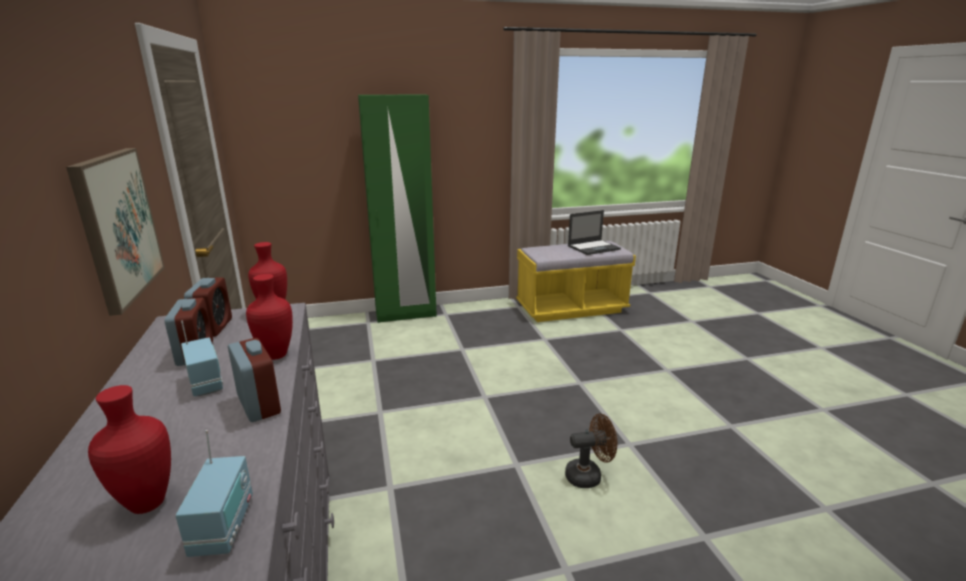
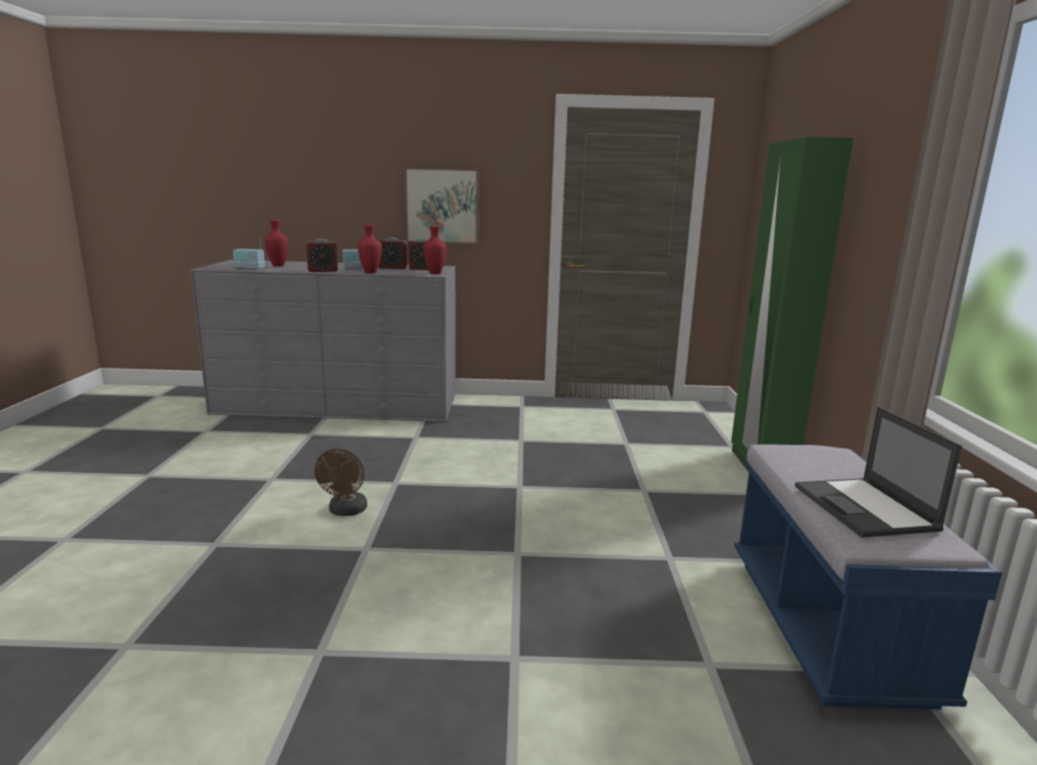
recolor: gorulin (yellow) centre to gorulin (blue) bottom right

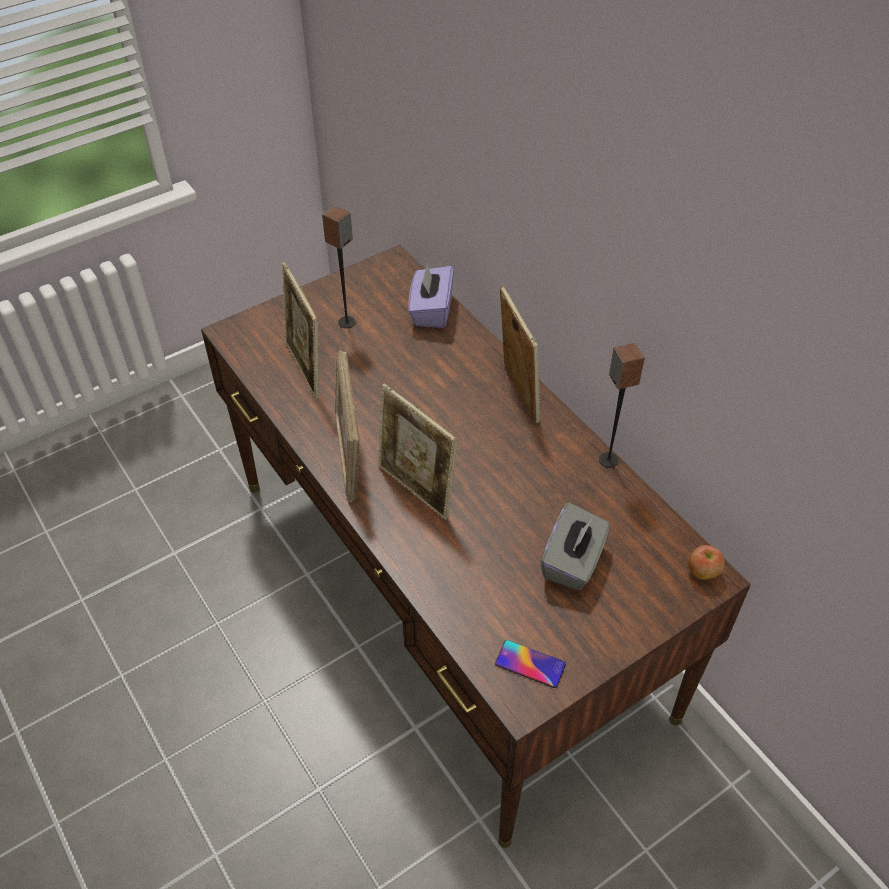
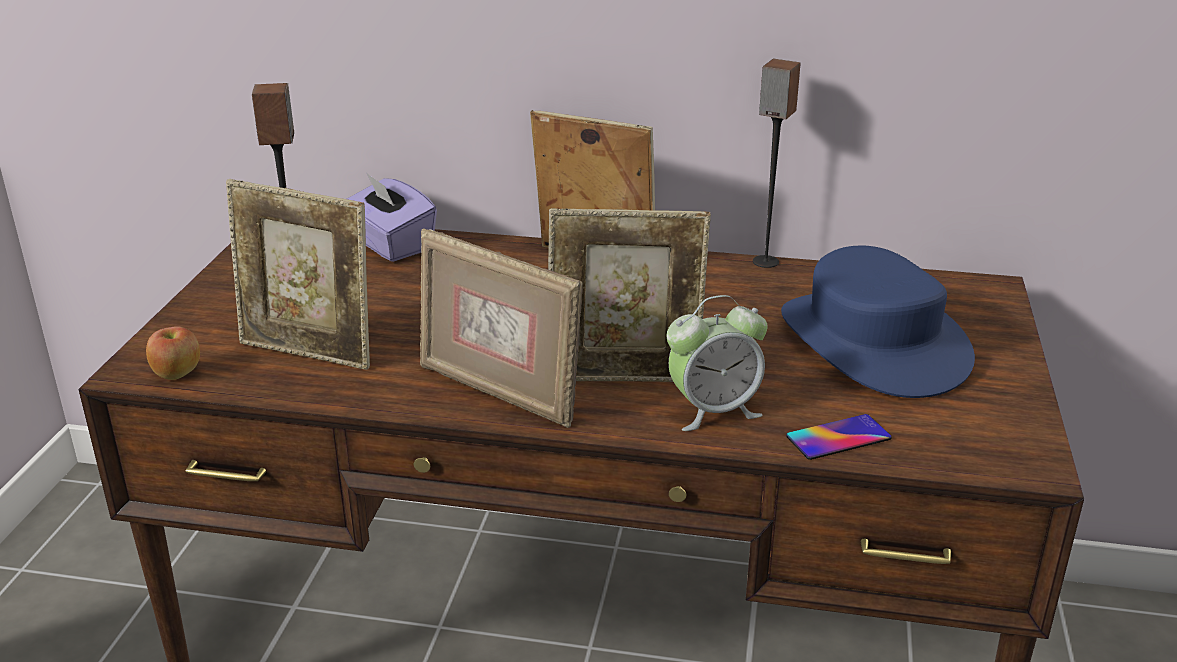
insert: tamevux centre
move: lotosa middle right to middle left; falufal bottom centre to middle right
replace: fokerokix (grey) centre to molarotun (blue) middle right

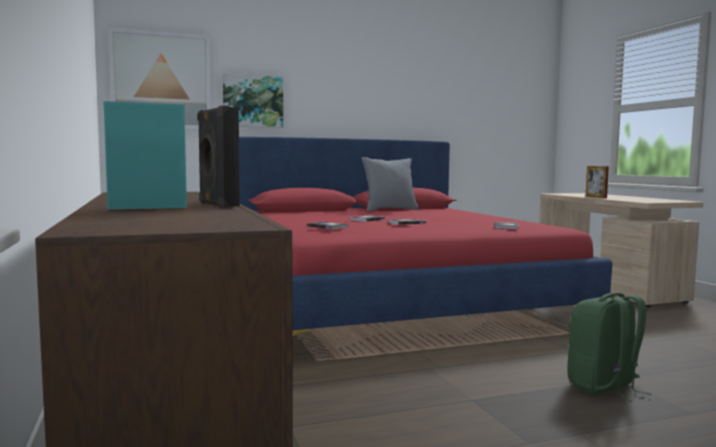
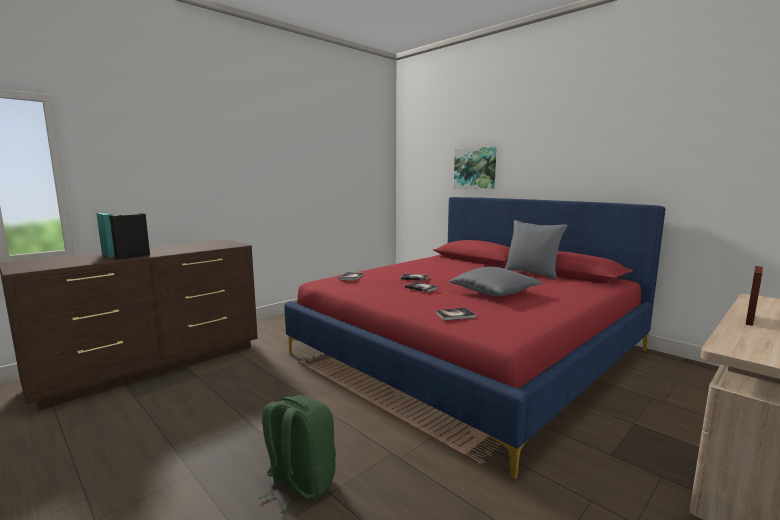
delete: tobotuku (1st from left) top left
insert: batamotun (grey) (1st from left) centre

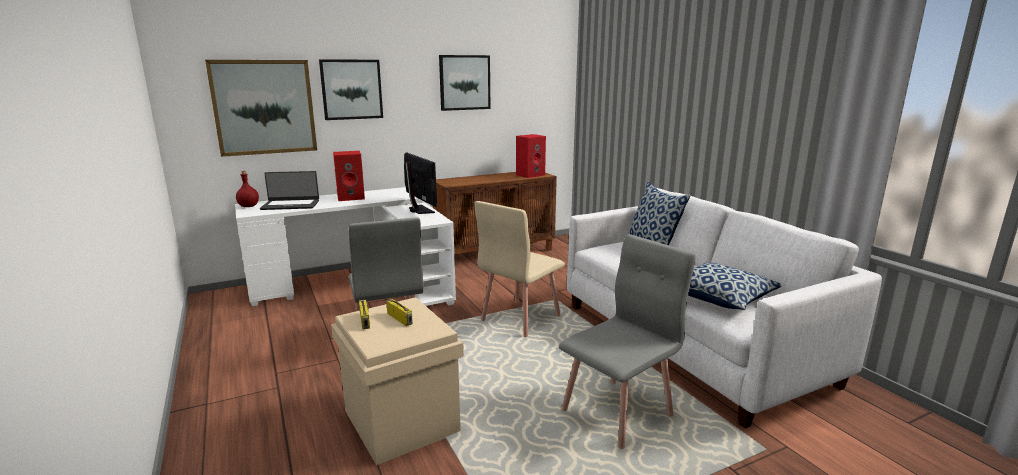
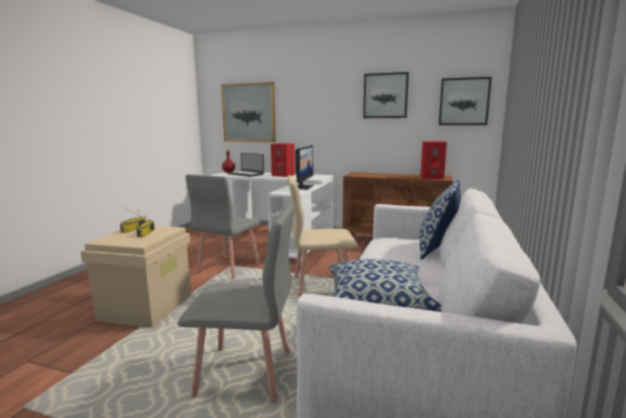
move: tobotuku (2nd from left in the first image) top centre to tobotuku (3rd from left) top right

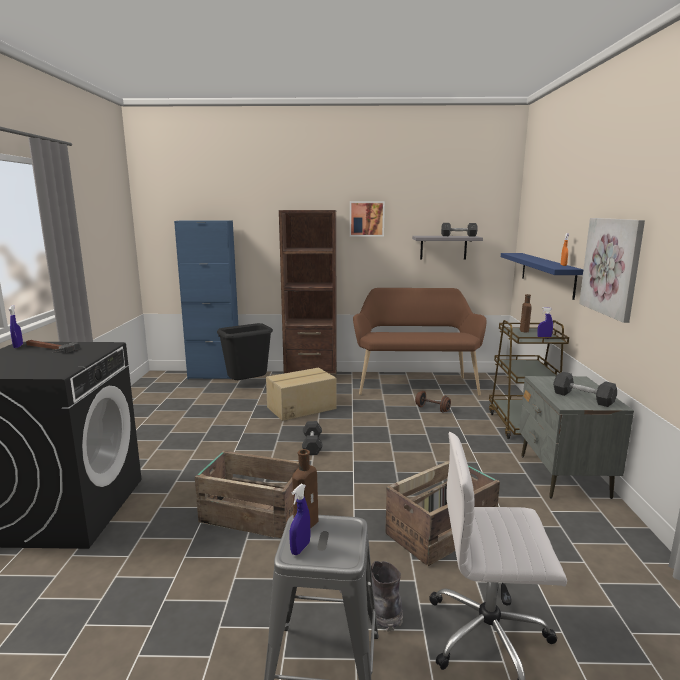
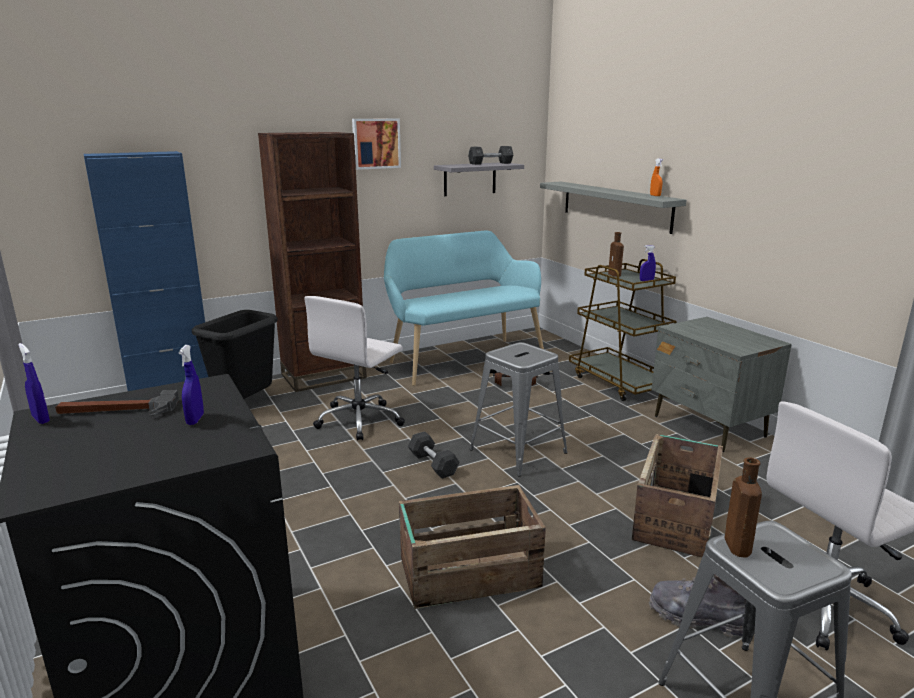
delete: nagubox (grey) (3rd from left) middle right; tobotuku (2nd from left) middle right
insert: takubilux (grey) (1st from left) centre
move: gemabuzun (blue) (2nd from left) bottom centre to middle left
replace: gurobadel centre to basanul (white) (1st from left) centre
recolor: gorulin (brown) centre to gorulin (turquoise) centre; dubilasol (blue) middle right to dubilasol (grey) (2nd from left) top right

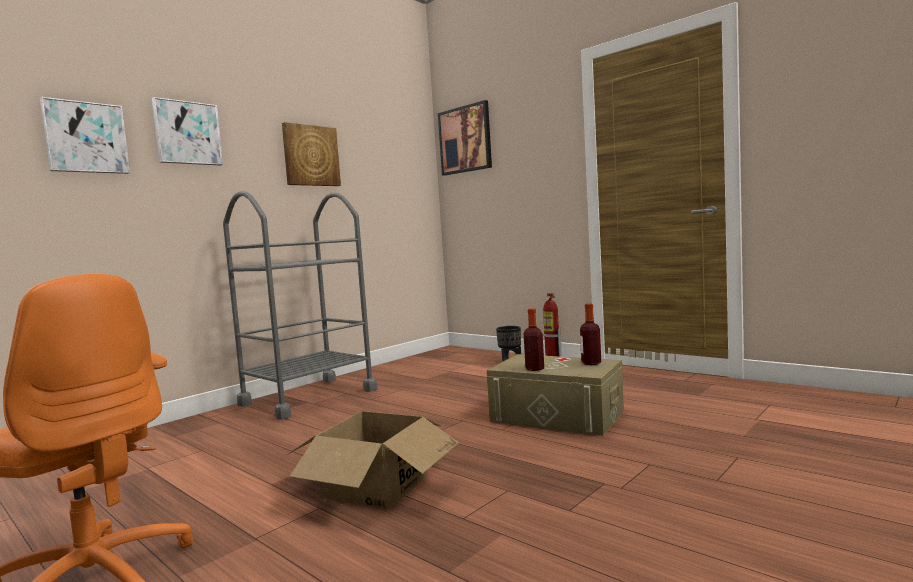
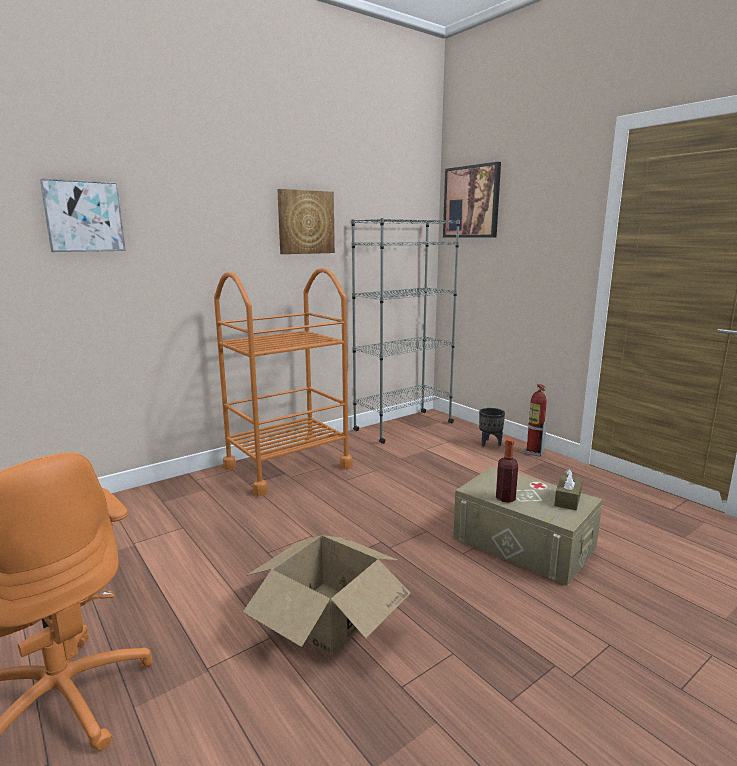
delete: tobotuku (2nd from left) top left
insert: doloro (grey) centre
replace: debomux (2nd from left) centre to fokerokix (brown) middle right
recolor: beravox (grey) middle left to beravox (orange) centre

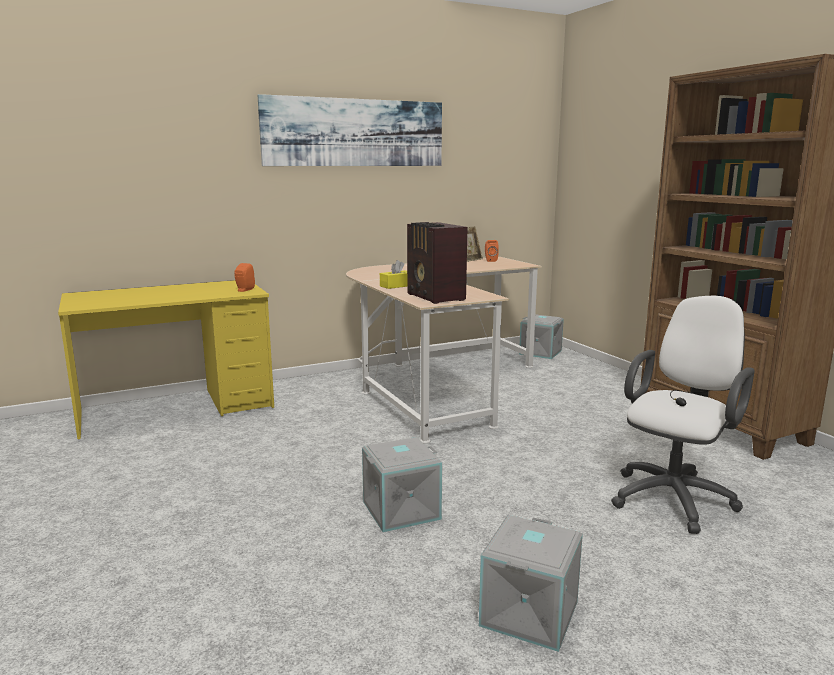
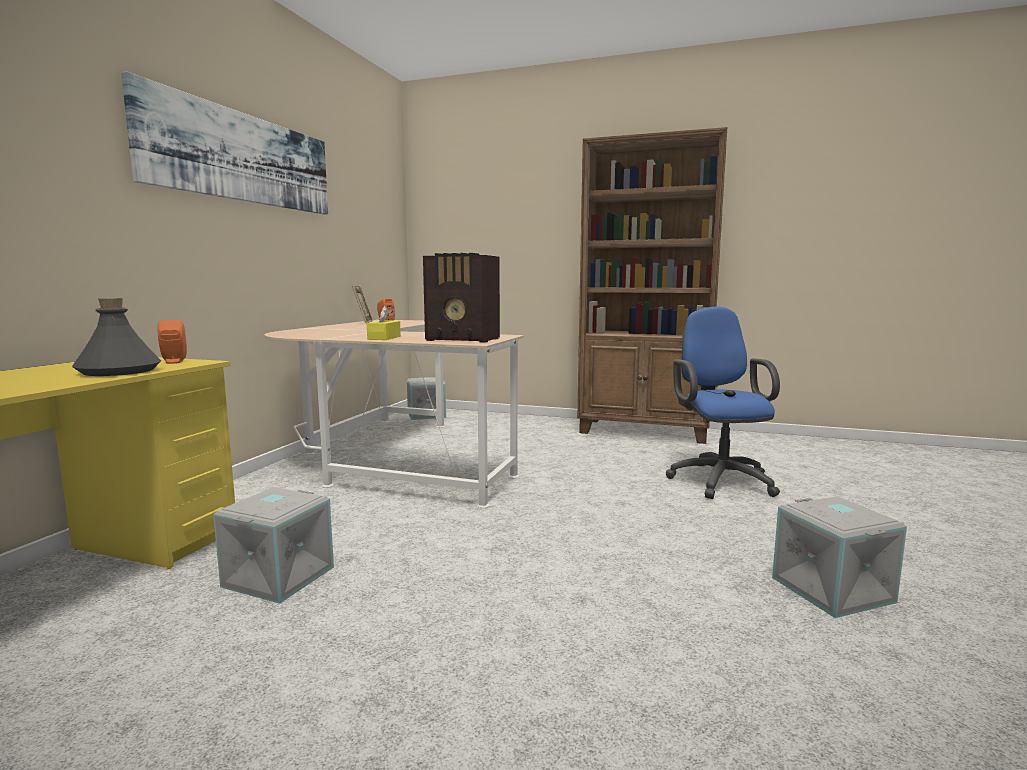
insert: debomux (grey) middle left
move: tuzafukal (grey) (1st from left) bottom centre to bottom left
recolor: basanul (white) middle right to basanul (blue) middle right

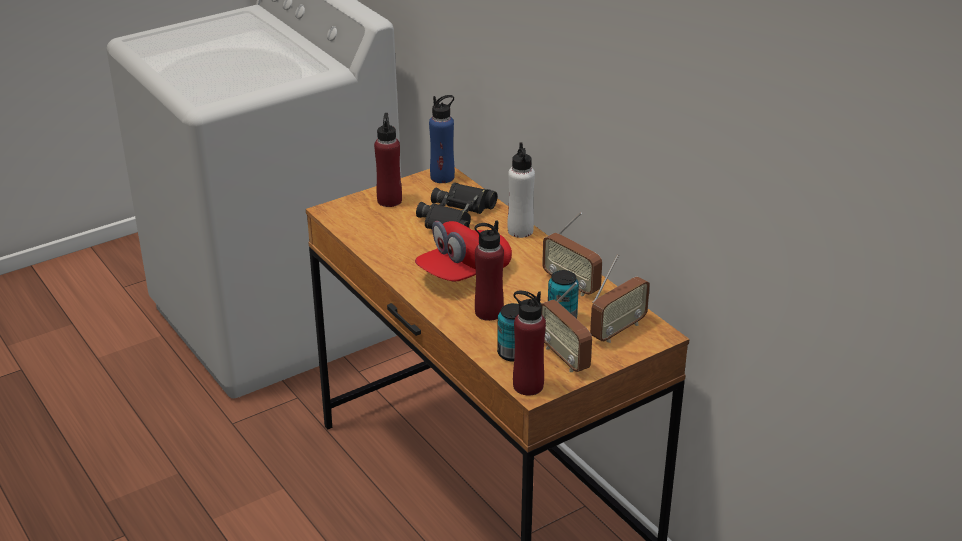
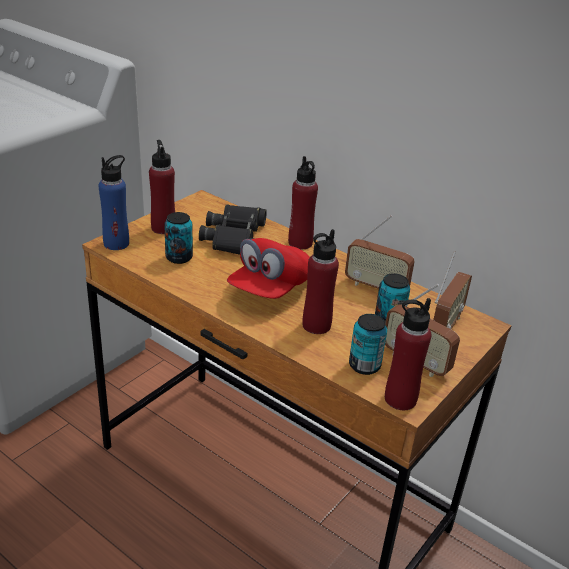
insert: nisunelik (1st from left) middle left
move: debomux (blue) top centre to middle left
recolor: debomux (white) centre to debomux (red) (2nd from left) centre

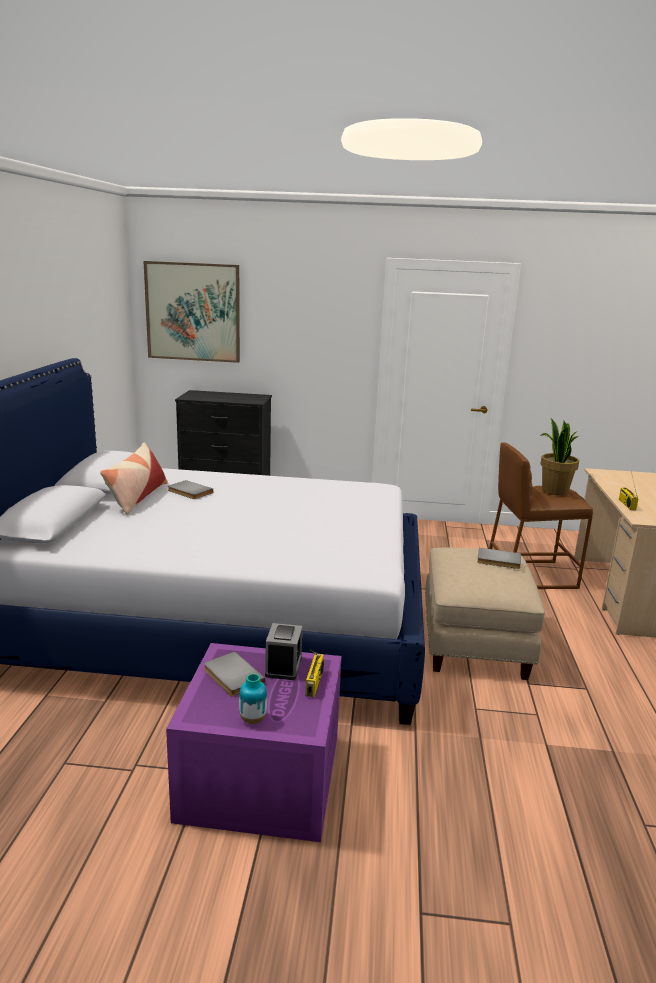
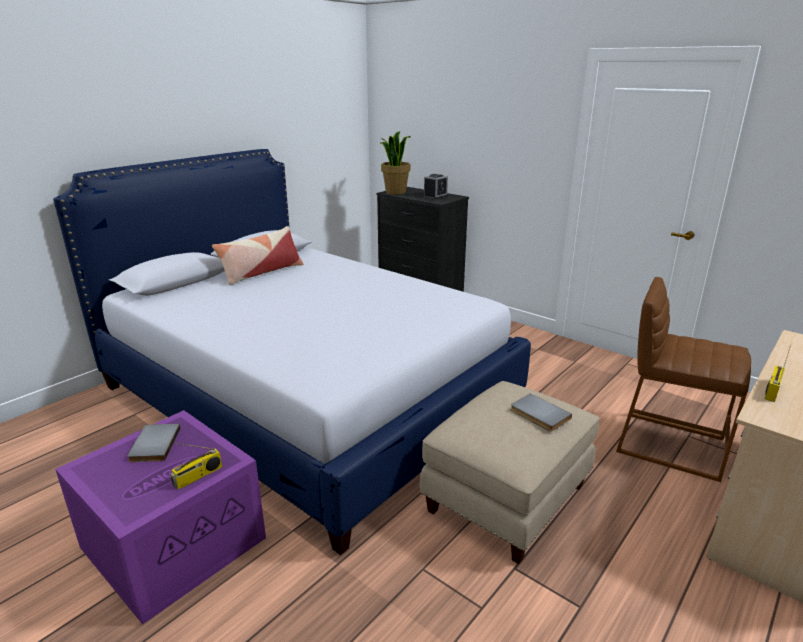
delete: tobotuku top left; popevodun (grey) (1st from left) middle left; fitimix bottom centre
move: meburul middle right to top centre; tamevux centre to top centre

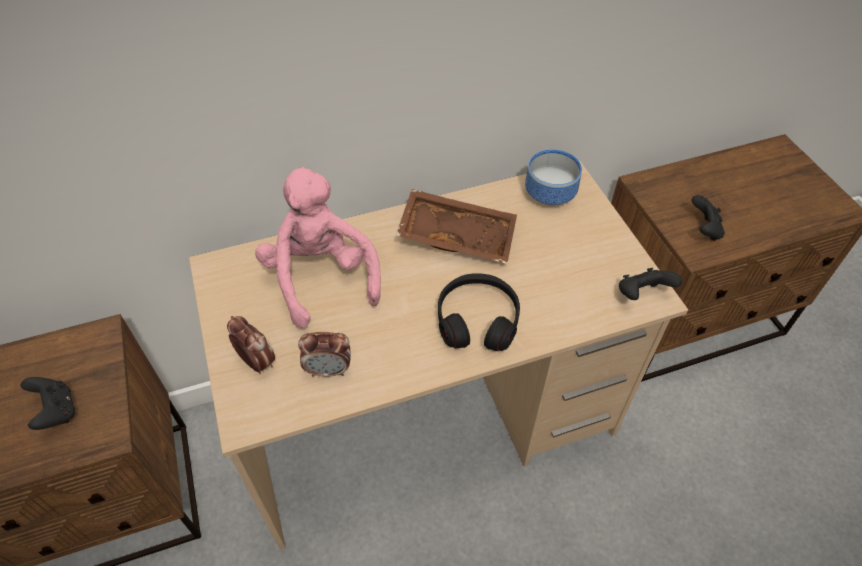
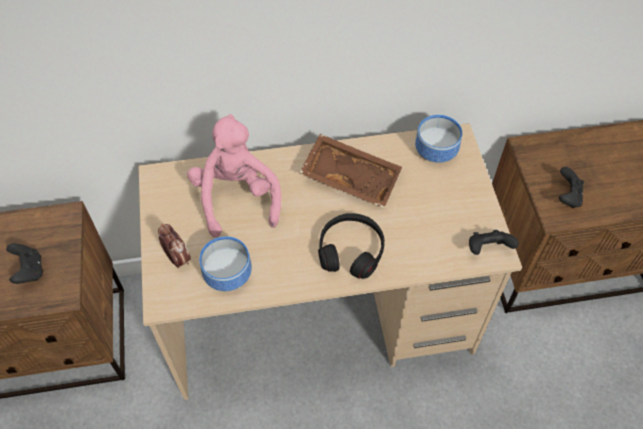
replace: tamevux (2nd from left) centre to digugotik (1st from left) centre

